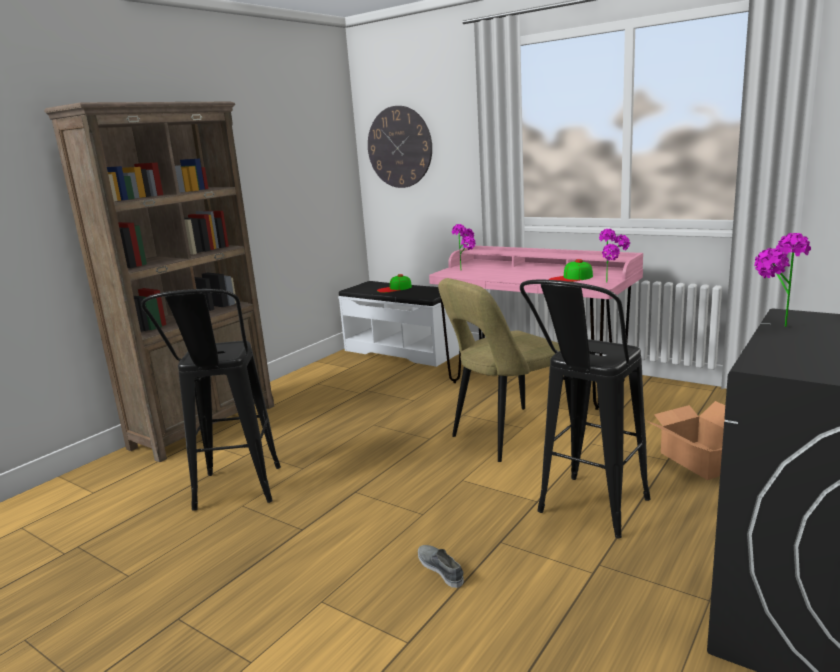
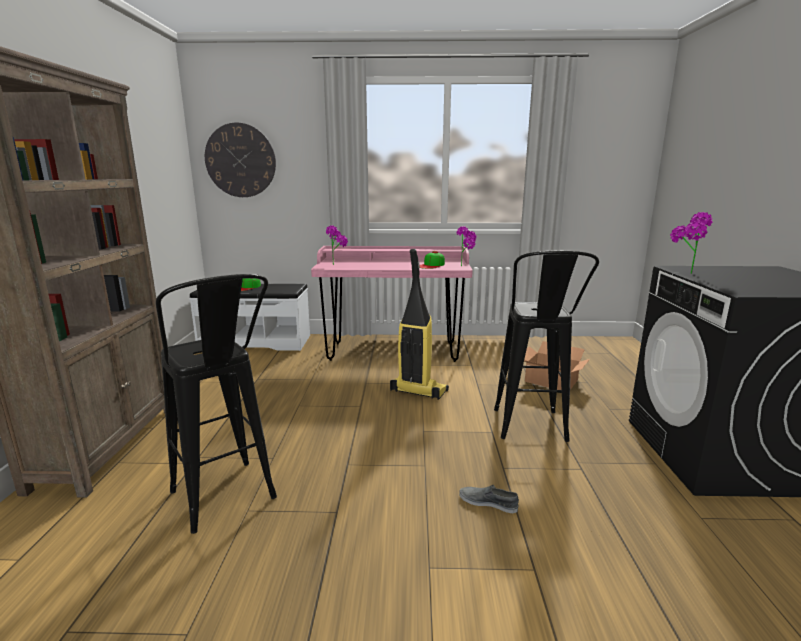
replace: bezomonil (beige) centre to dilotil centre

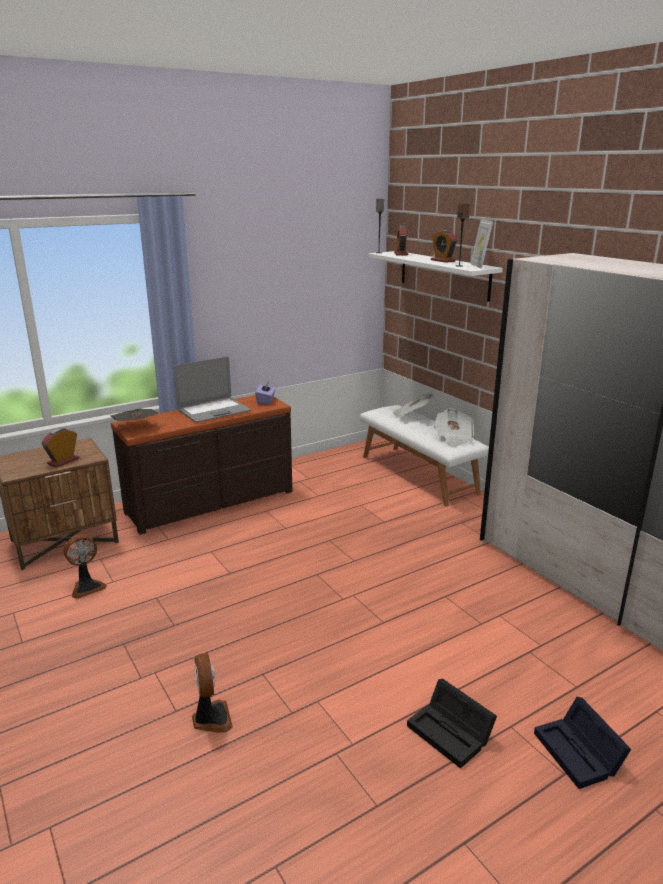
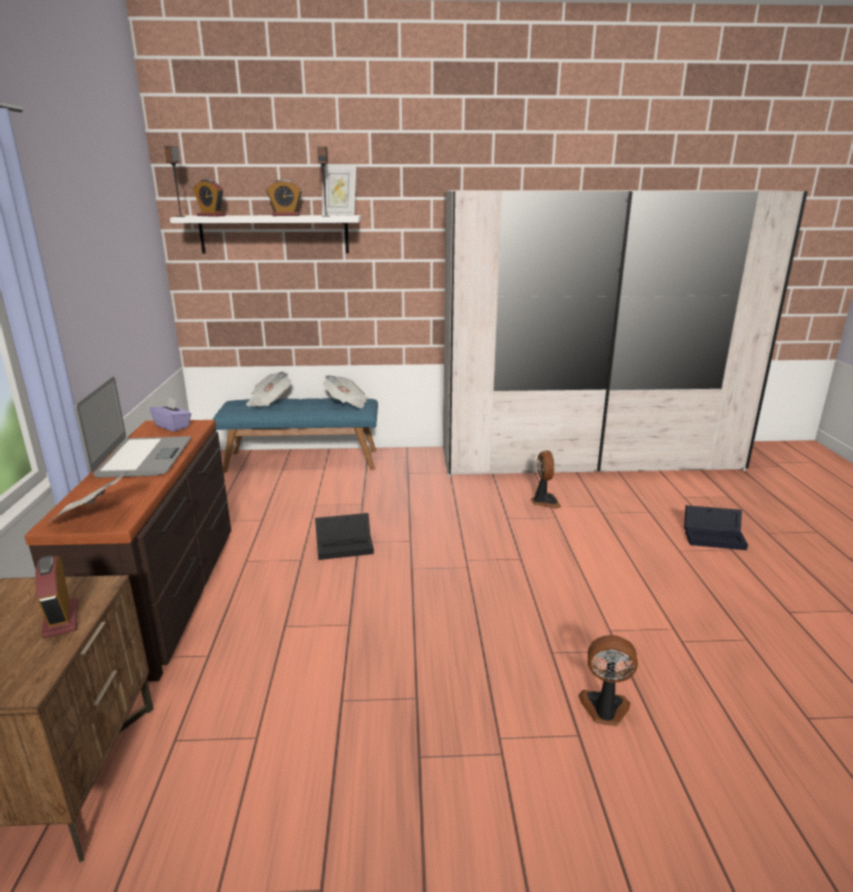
move: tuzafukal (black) (1st from left) bottom right to centre; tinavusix (1st from left) middle left to centre
recolor: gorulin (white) centre to gorulin (blue) centre

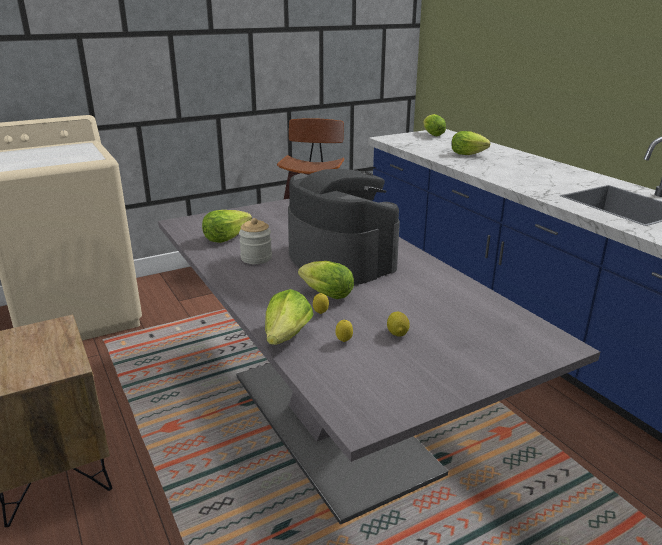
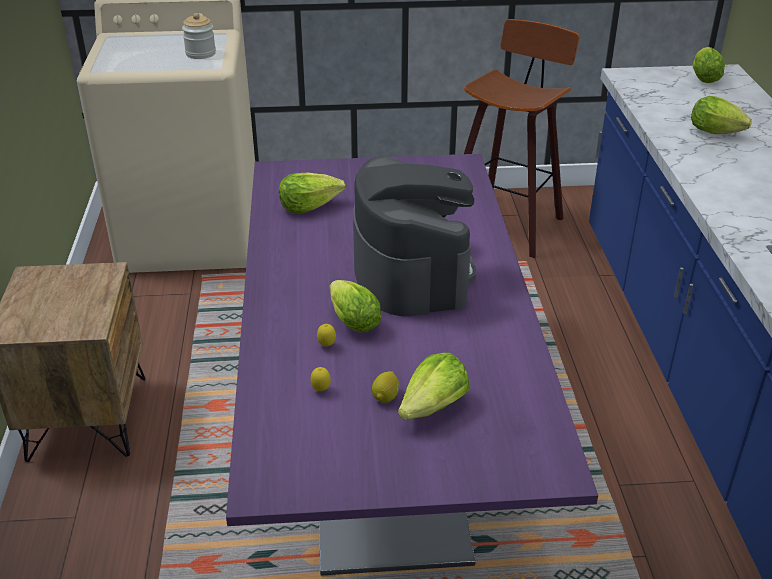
move: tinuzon centre to top left; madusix (2nd from left in the first image) centre to madusix (3rd from left) bottom centre
recolor: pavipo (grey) centre to pavipo (purple) centre

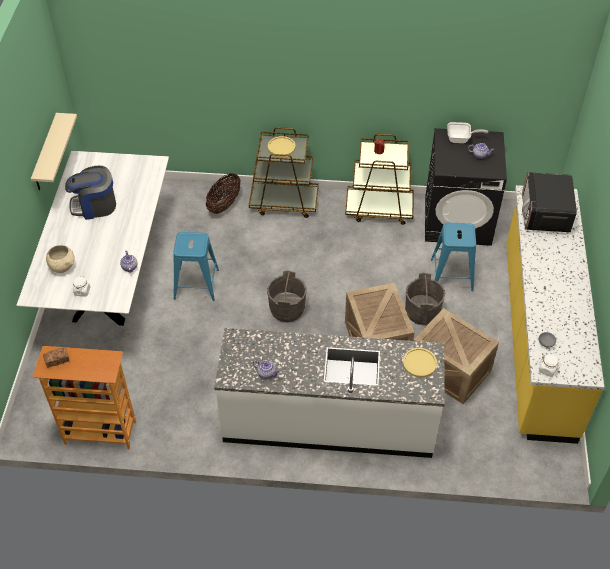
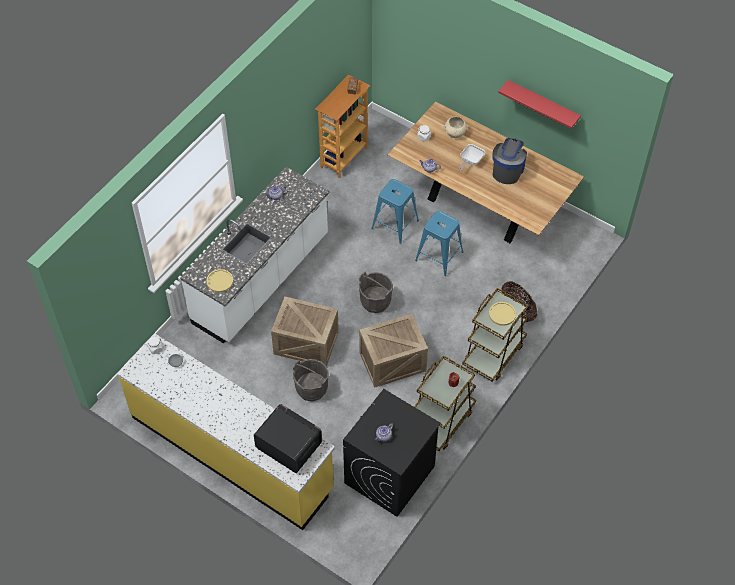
delete: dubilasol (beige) top left
insert: dubilasol (red) top right
move: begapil (2nd from left) middle right to centre; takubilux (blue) (2nd from left in the first image) middle right to takubilux (blue) (1st from left) centre; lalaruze top right to top centre
recolor: pavipo (white) middle left to pavipo (brown) top centre

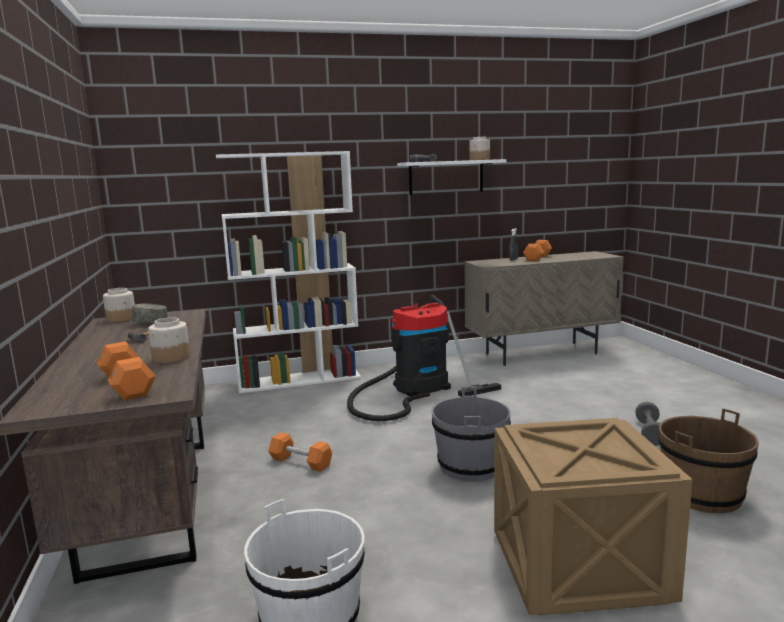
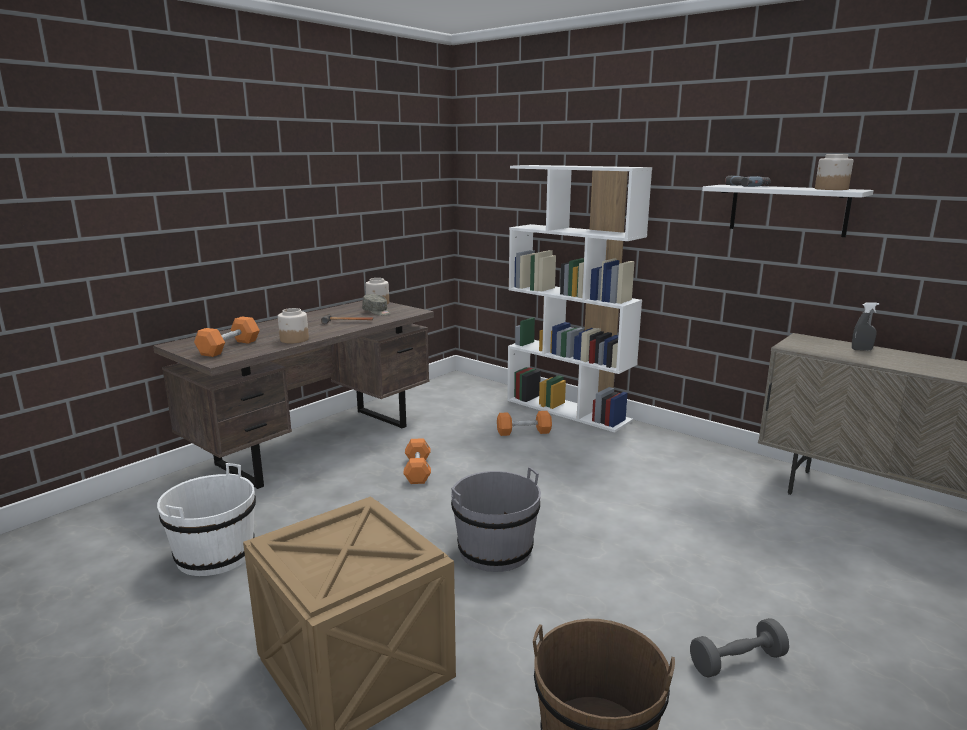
delete: dilotil centre
move: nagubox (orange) (3rd from left) middle right to centre

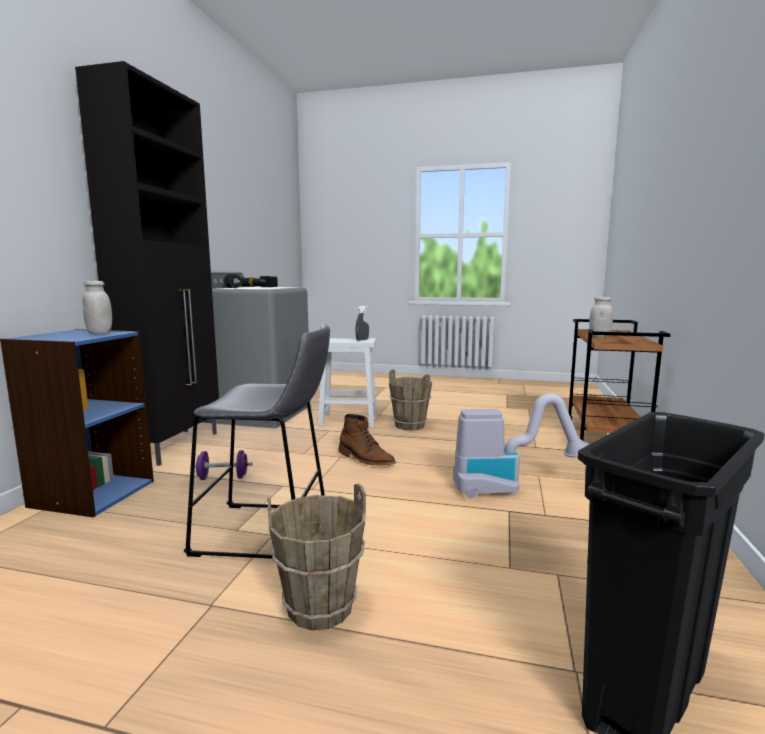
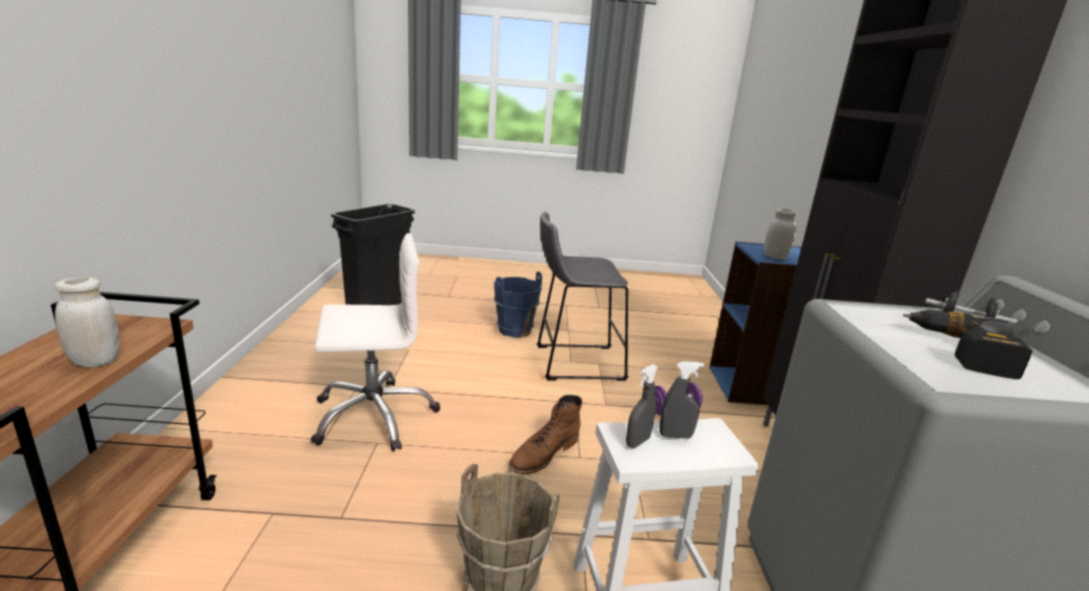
insert: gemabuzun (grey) (2nd from left) bottom centre
replace: dilotil middle right to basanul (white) centre
recolor: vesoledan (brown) (1st from left) bottom centre to vesoledan (blue) centre
rotate: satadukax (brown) centre = bottom centre 75 degrees counterclockwise

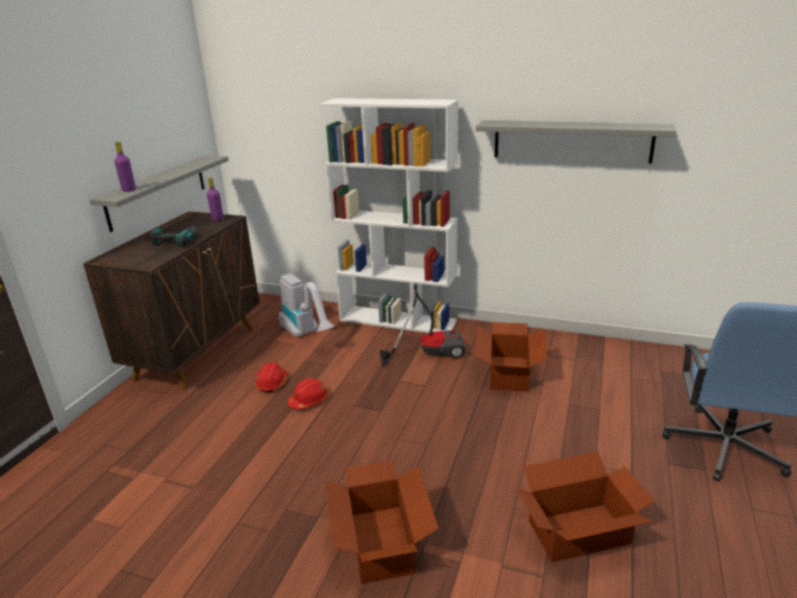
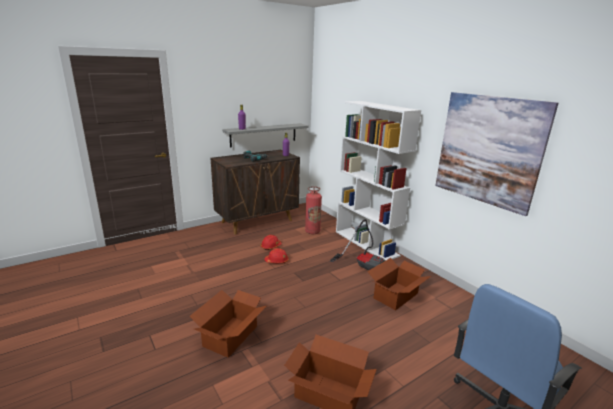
replace: dilotil (1st from left) centre to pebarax centre; dubilasol (grey) (2nd from left) top right to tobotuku middle right

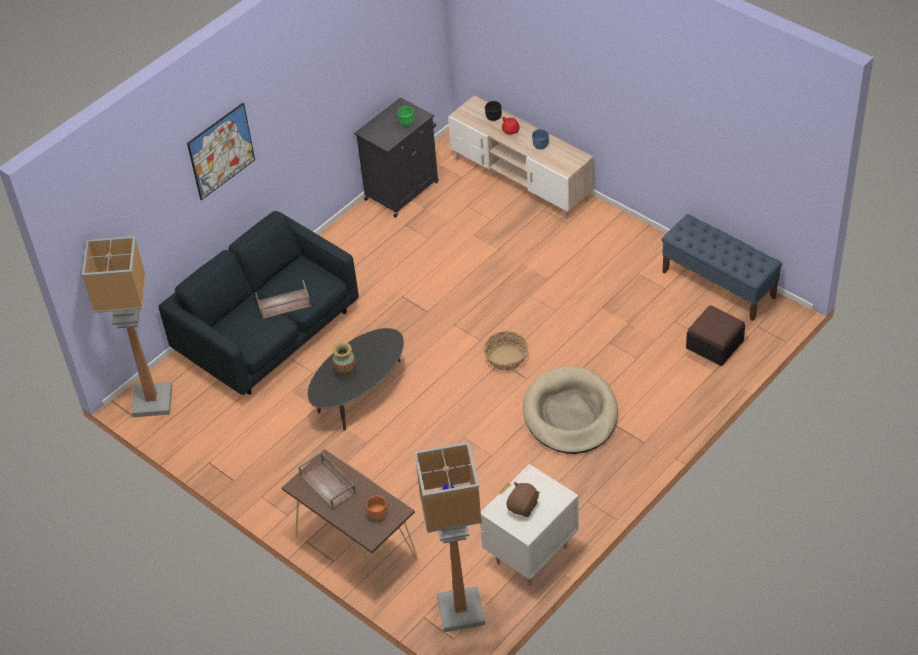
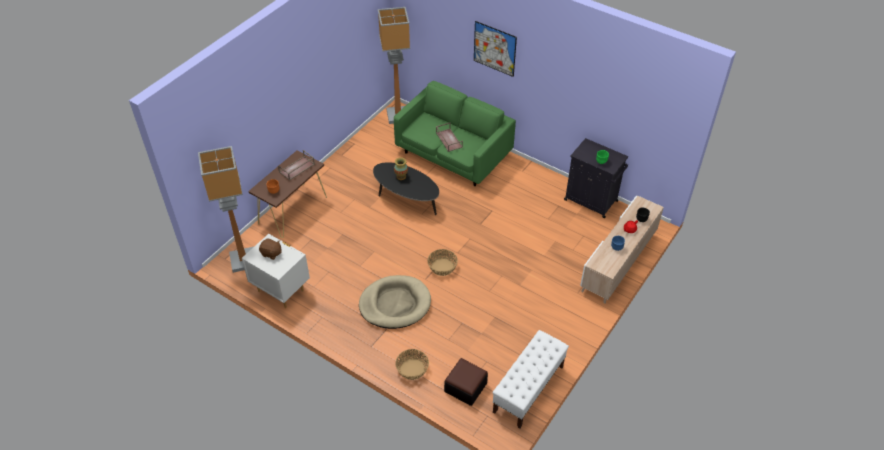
insert: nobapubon (1st from left) bottom centre
recolor: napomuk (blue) middle left to napomuk (green) top centre; gorulin (blue) middle right to gorulin (white) bottom centre

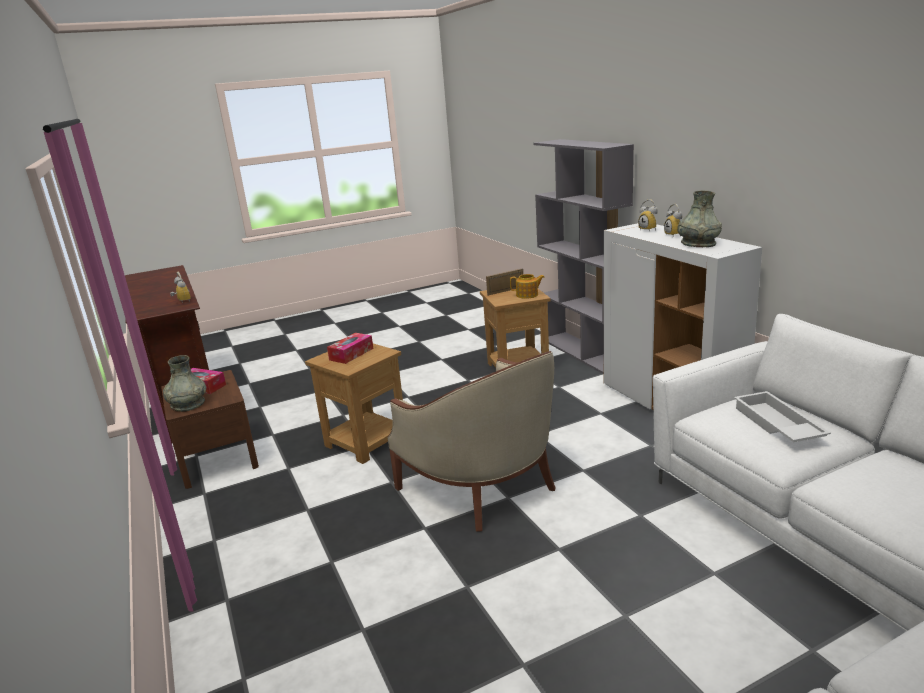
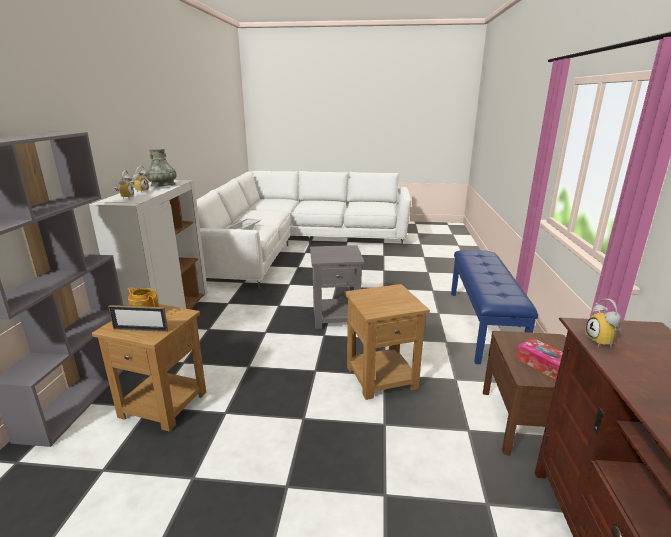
delete: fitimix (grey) (1st from left) middle left; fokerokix (2nd from left) centre
insert: gorulin (blue) middle right
replace: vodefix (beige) centre to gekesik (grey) centre

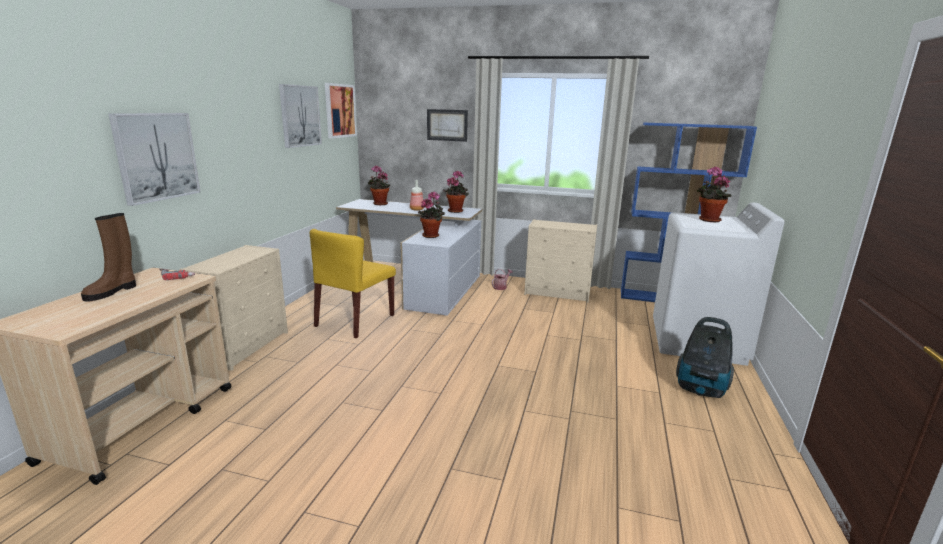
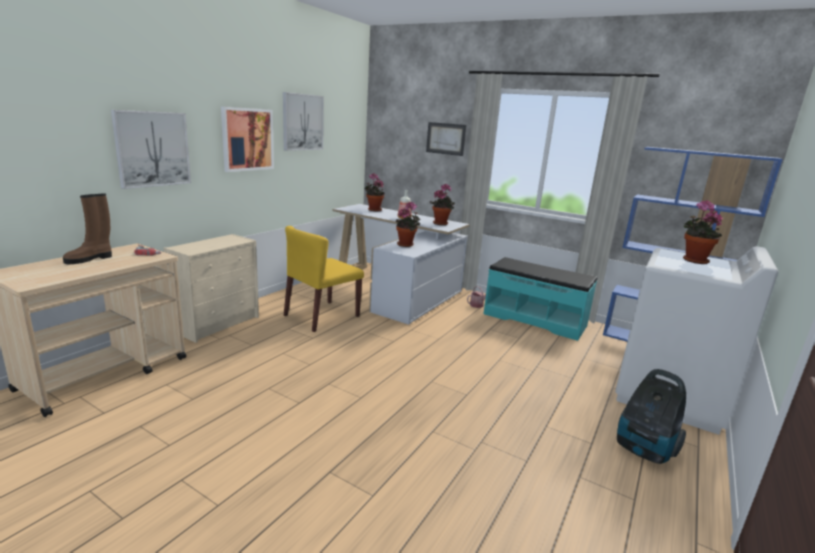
move: tobotuku (3rd from left in the first image) top centre to tobotuku (2nd from left) top left
replace: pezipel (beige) (2nd from left) centre to gorulin (turquoise) centre

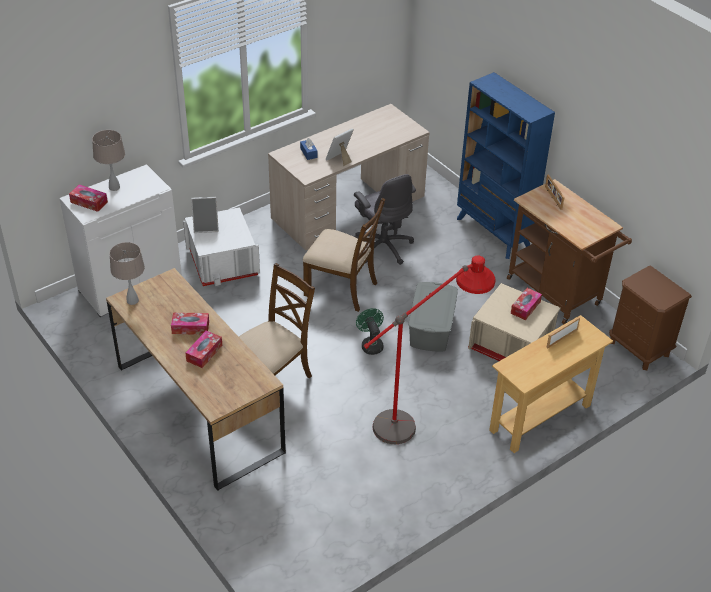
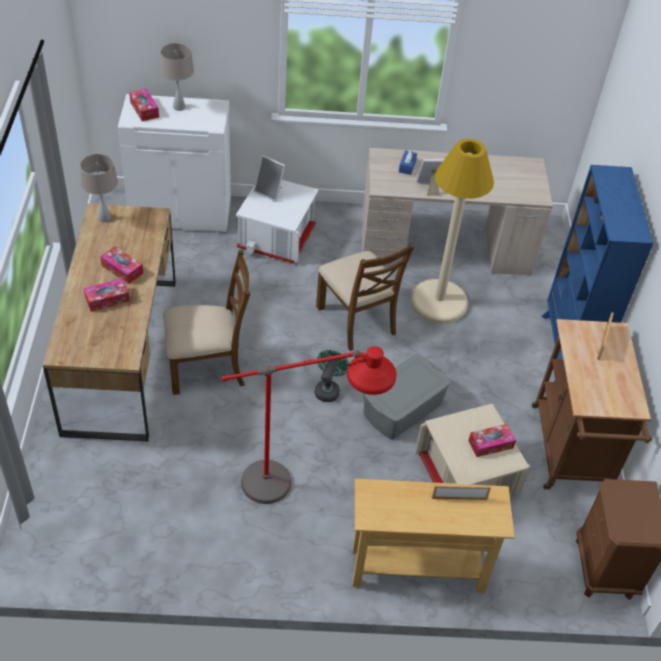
replace: basanul (grey) centre to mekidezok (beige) middle right

